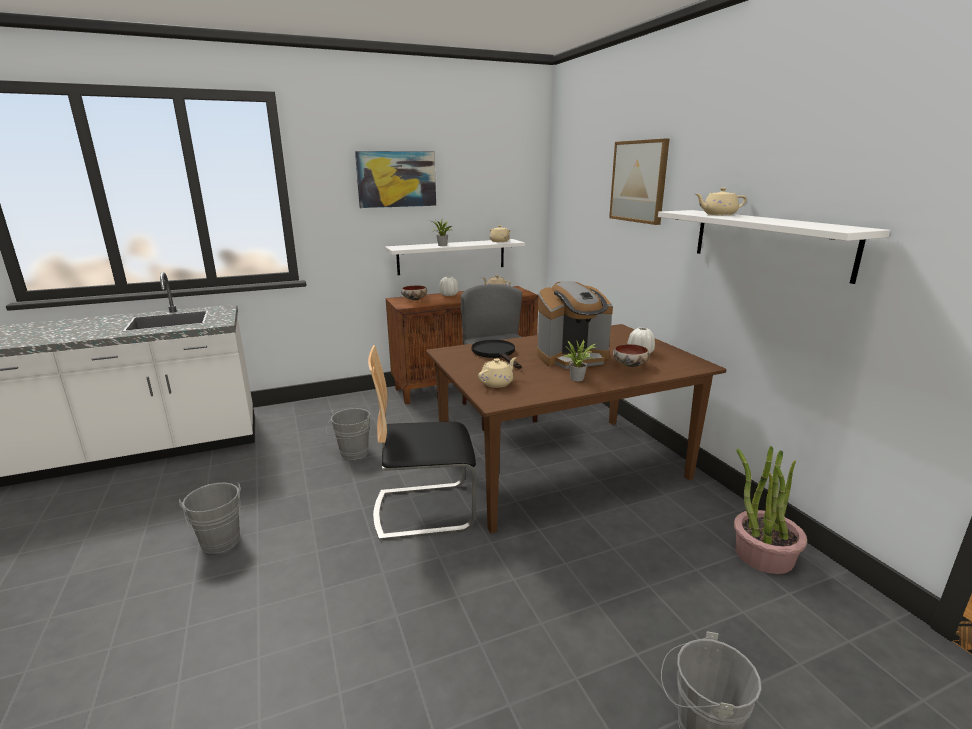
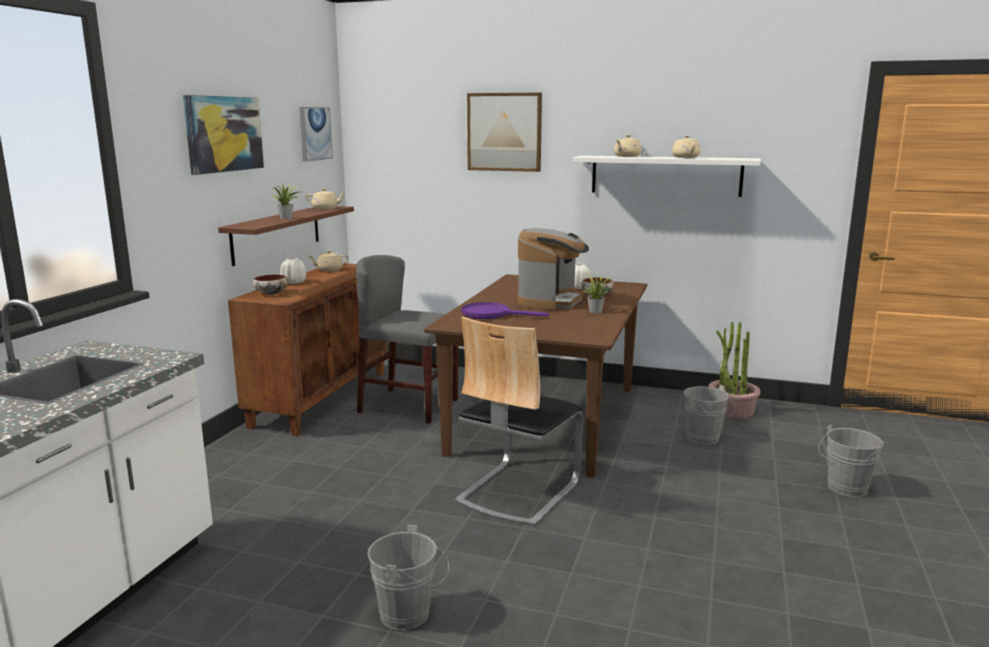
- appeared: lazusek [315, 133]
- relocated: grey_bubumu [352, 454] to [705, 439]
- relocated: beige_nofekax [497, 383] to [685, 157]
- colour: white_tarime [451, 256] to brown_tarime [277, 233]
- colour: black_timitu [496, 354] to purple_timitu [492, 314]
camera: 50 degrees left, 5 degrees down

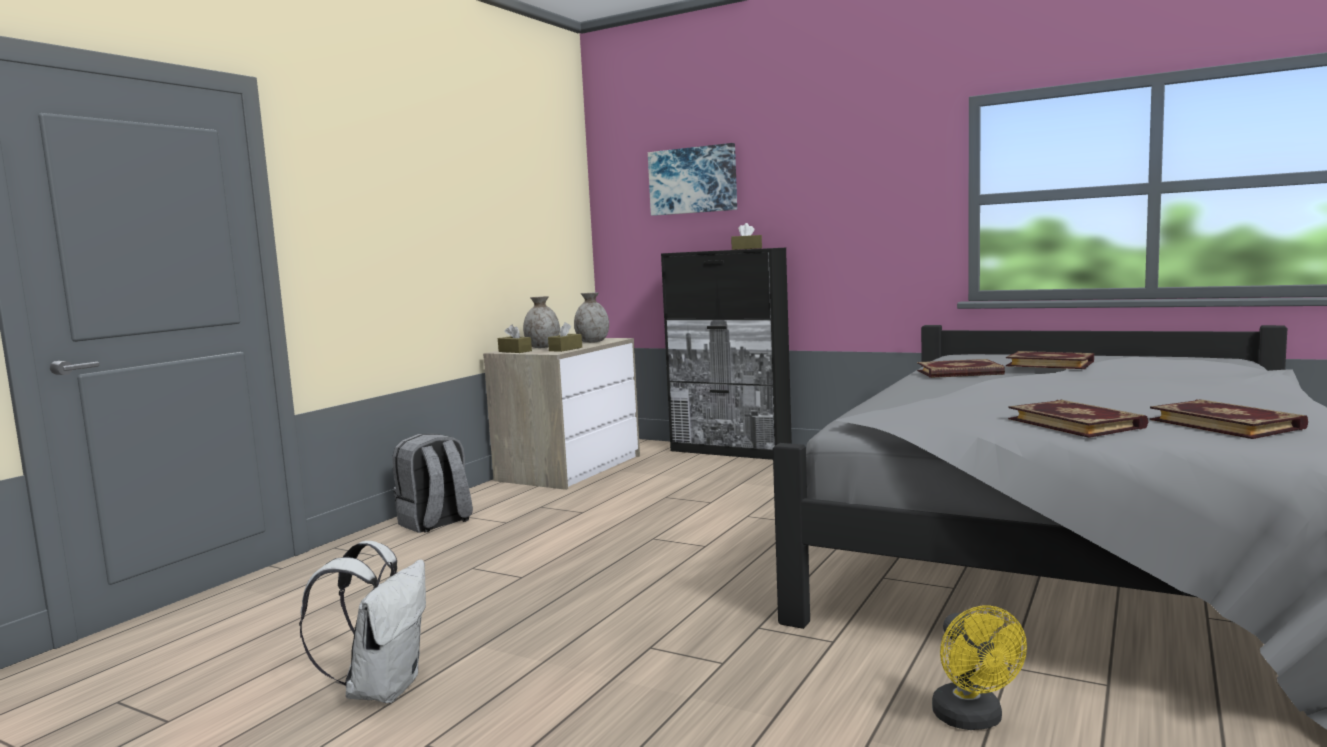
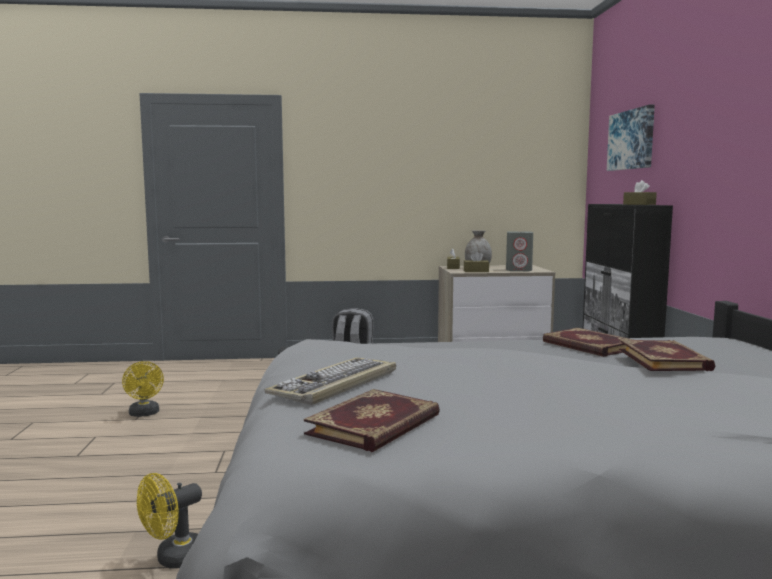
- exchanged: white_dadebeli [382, 688] to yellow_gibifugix [144, 414]
- exchanged: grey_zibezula [592, 342] to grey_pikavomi [519, 270]
- exchanged: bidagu [1076, 423] to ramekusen [335, 384]
camera: 55 degrees right, 0 degrees up

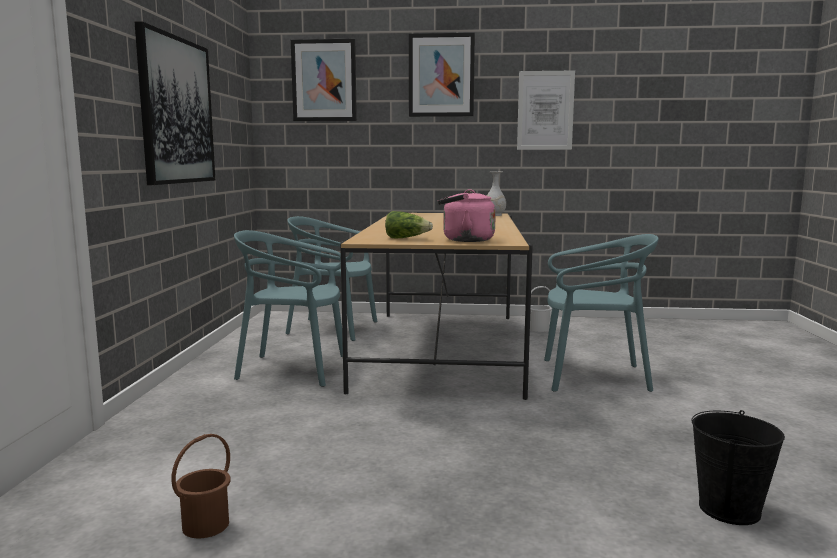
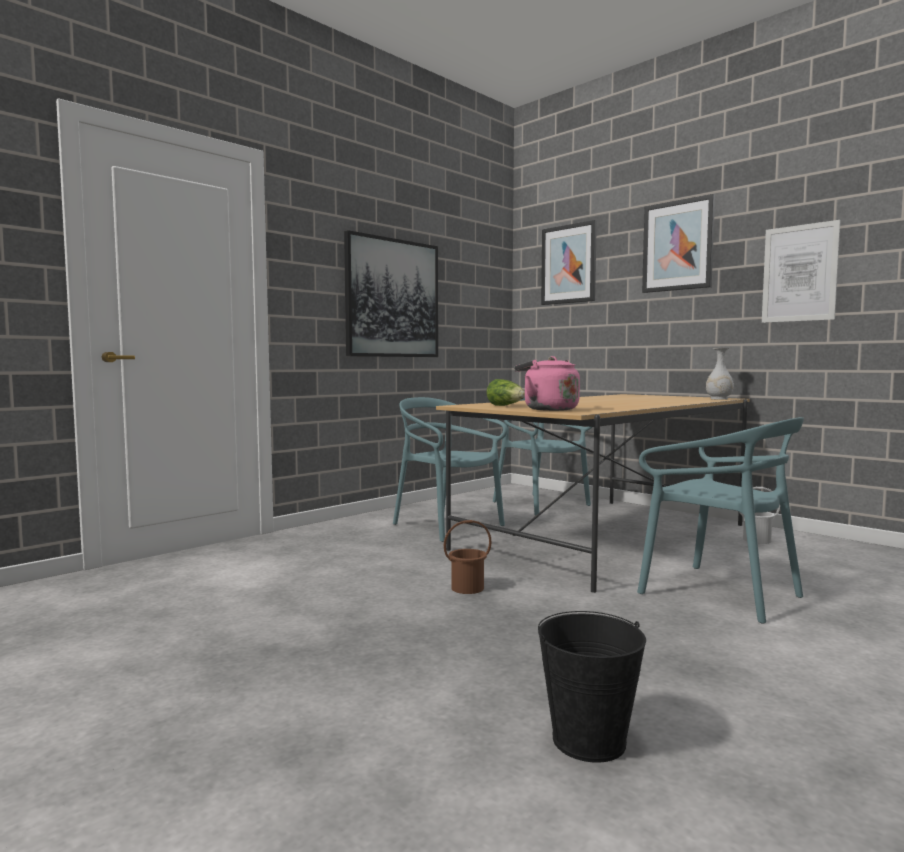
- relocated: brown_bubumu [206, 525] to [468, 588]
camera: 40 degrees right, 5 degrees down

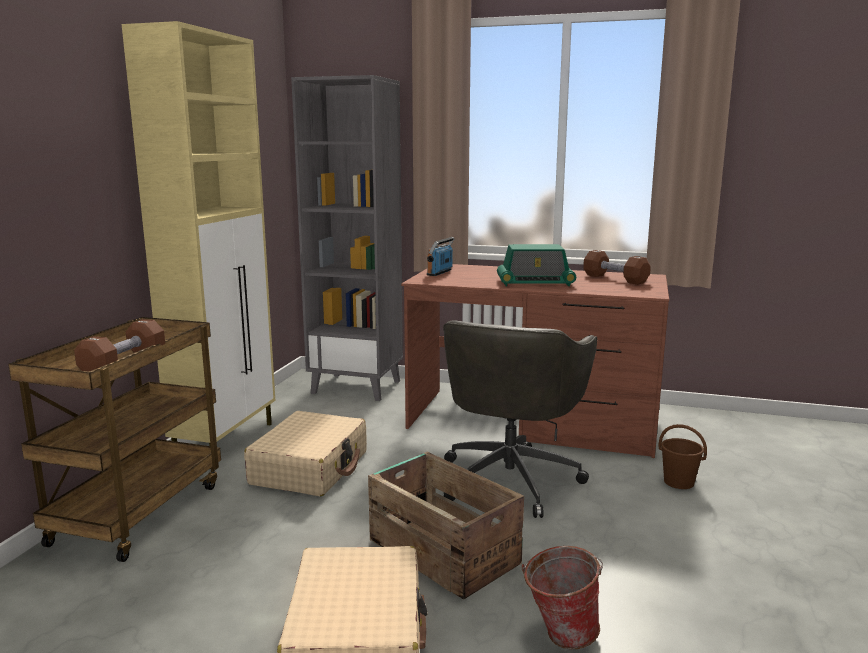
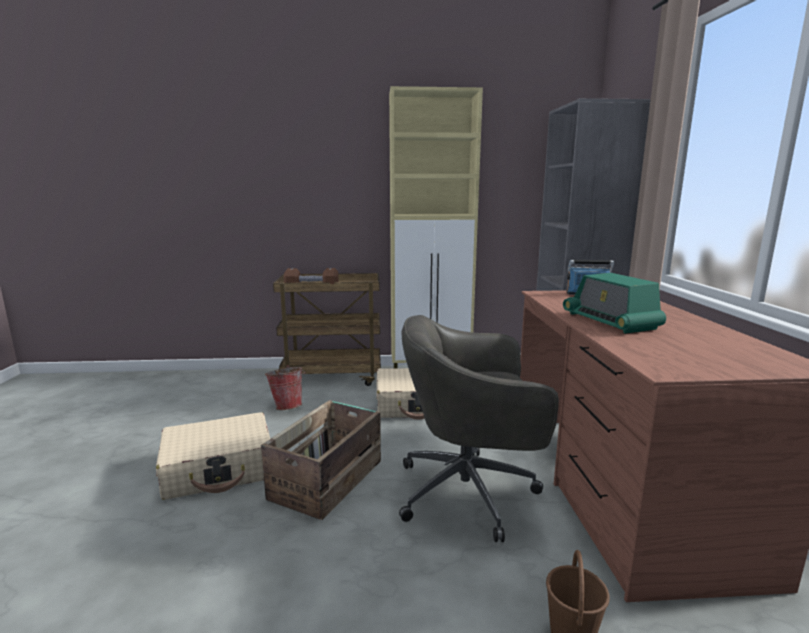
- missing: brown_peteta [615, 279]
- relocated: bubumu [559, 635] to [288, 406]
camera: 70 degrees right, 0 degrees up

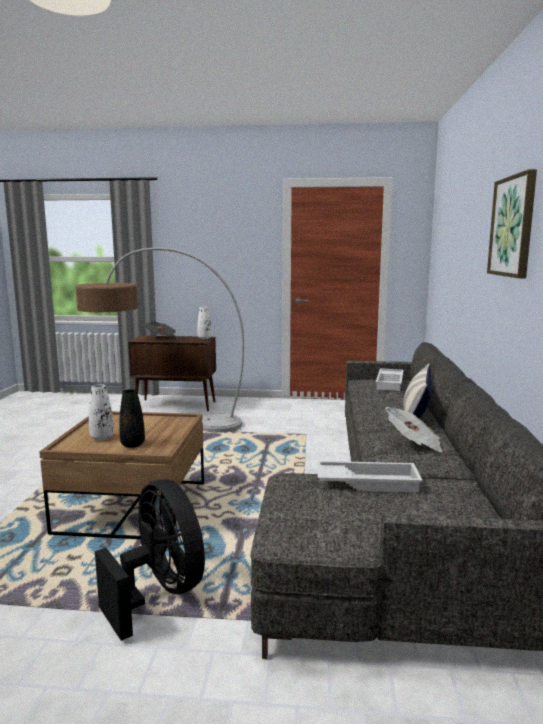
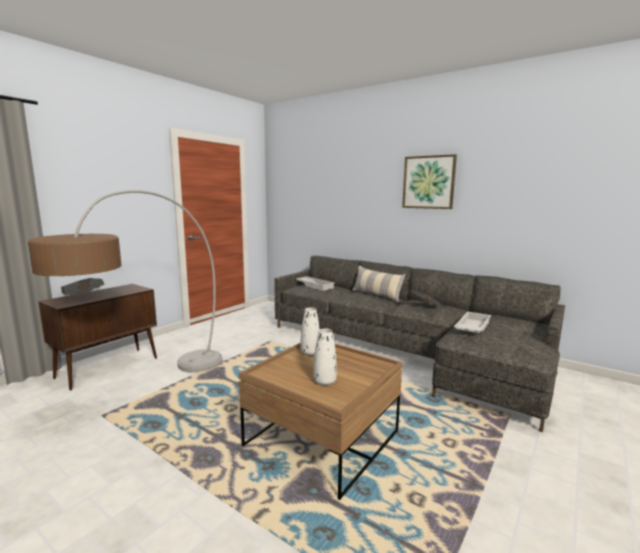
- missing: black_gibifugix [159, 592]
- missing: black_zibezula [132, 444]
- relocated: white_zibezula [204, 338] to [310, 352]
camera: 60 degrees left, 0 degrees up

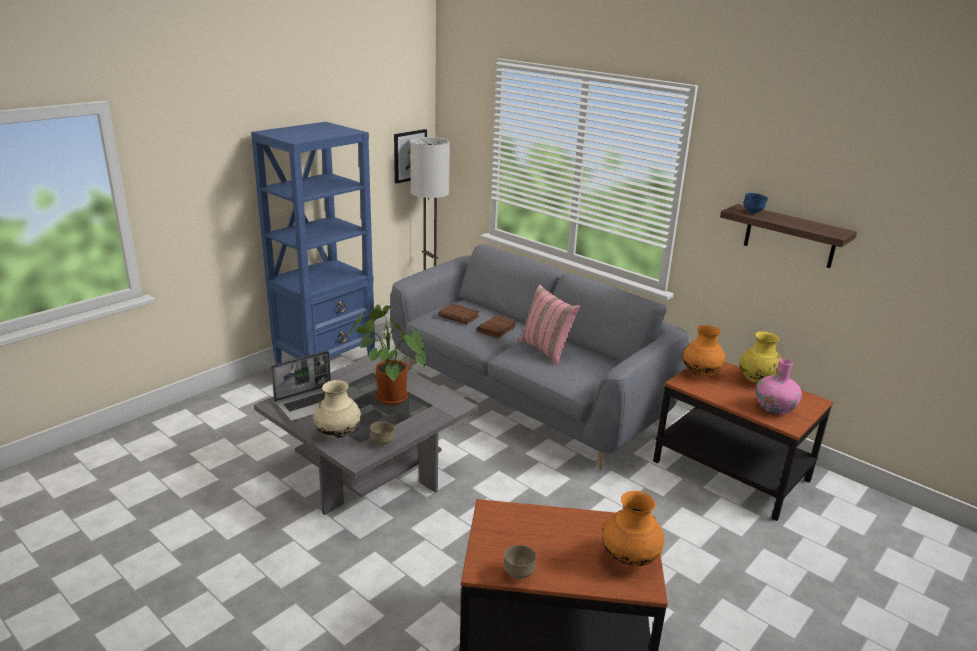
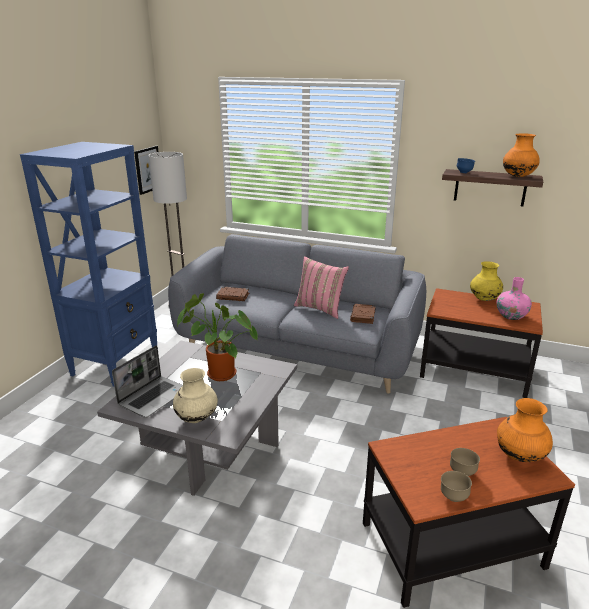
- relocated: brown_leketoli [382, 443] to [462, 472]
- relocated: brown_bidagu [496, 329] to [363, 316]
- relocated: orange_zibezula [701, 373] to [518, 176]
camera: 20 degrees left, 0 degrees up

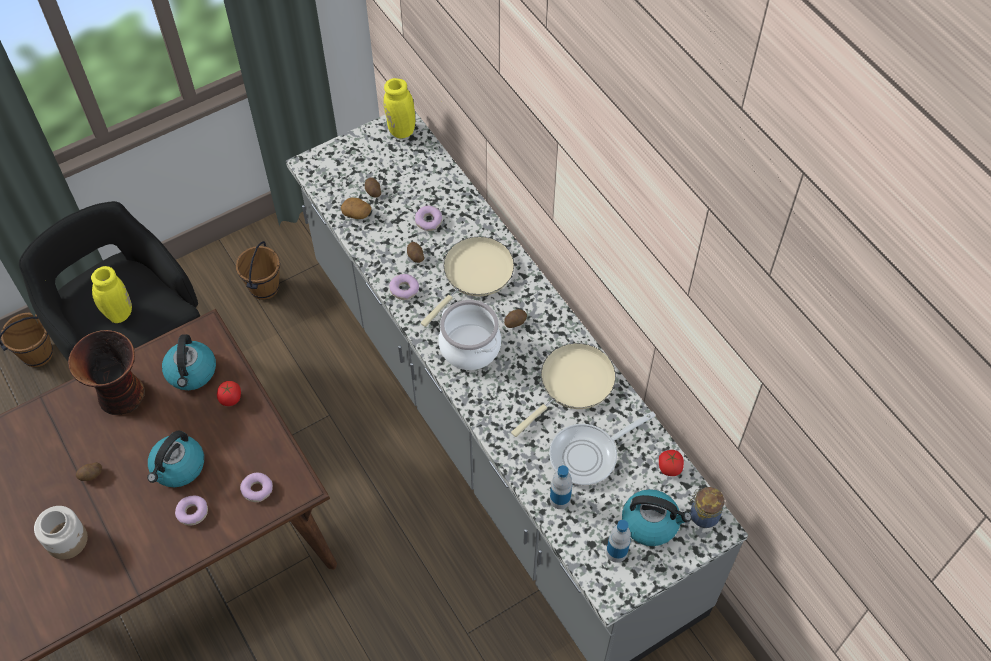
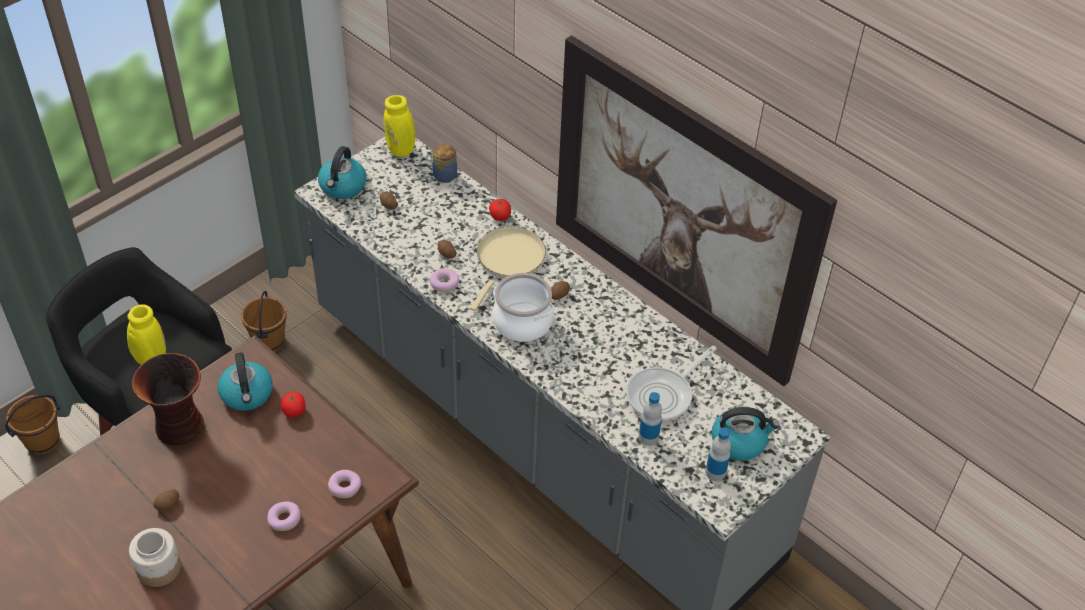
- missing: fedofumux [357, 213]
- missing: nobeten [428, 221]
- missing: beige_timitu [573, 383]
- appeared: lazusek [682, 211]
- relocated: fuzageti [178, 467] to [343, 187]
- relocated: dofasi [669, 468] to [500, 216]
- relocated: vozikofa [703, 515] to [444, 175]
camera: 15 degrees left, 10 degrees down

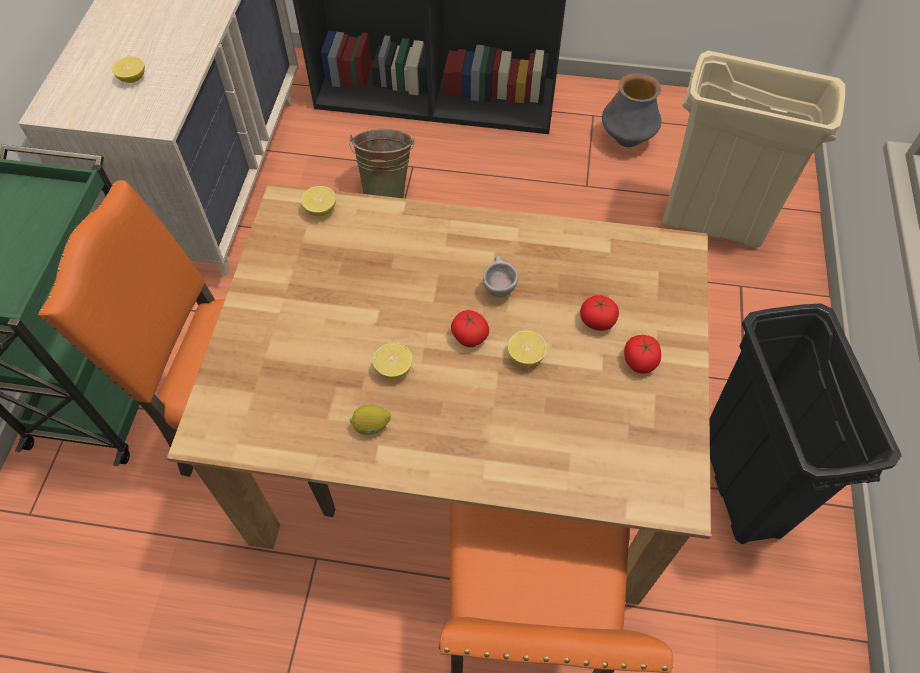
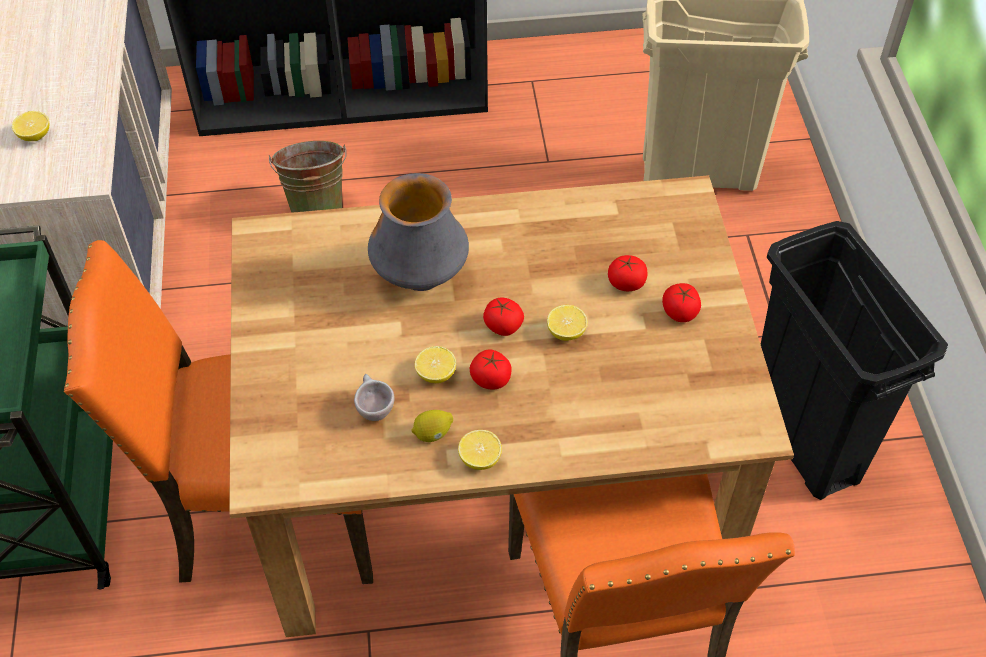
- appeared: dofasi [491, 379]
- relocated: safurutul [320, 209] to [480, 458]
- relocated: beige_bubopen [498, 287] to [373, 409]
- relocated: zibezula [626, 140] to [420, 278]
camera: 15 degrees left, 5 degrees down

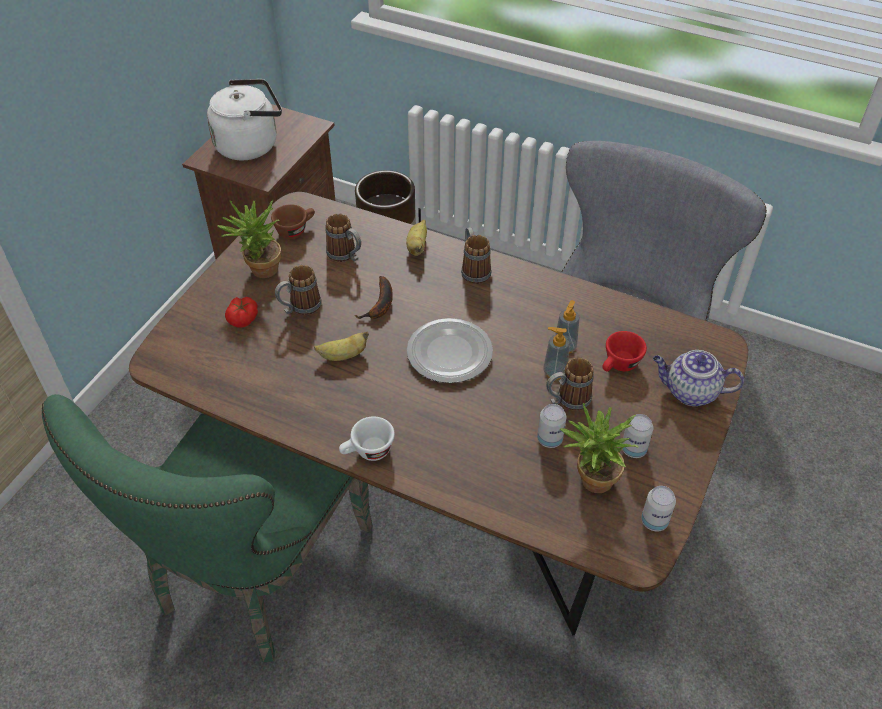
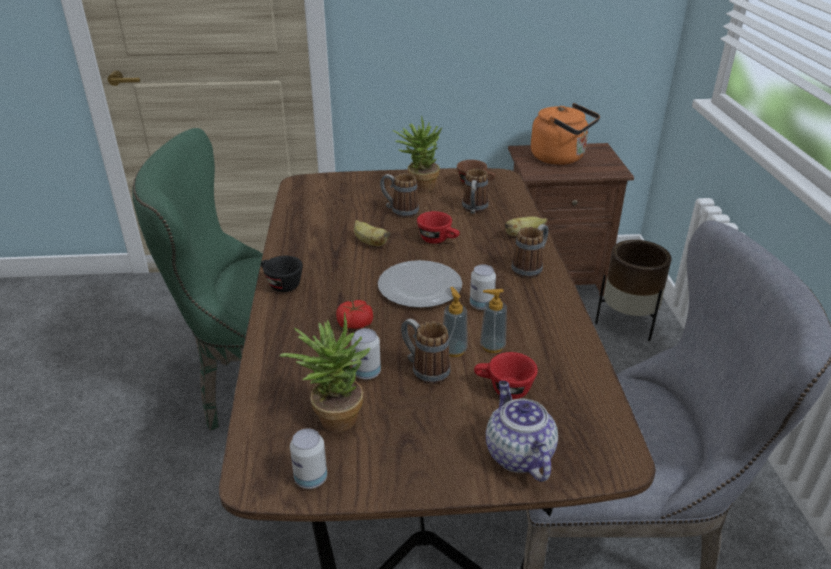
- relocated: dofasi [243, 318] to [355, 323]
- relocated: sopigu [633, 449] to [481, 305]
- exchanged: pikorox [380, 305] to red_bubopen [438, 240]
- colour: white_fuzageti [250, 144] to orange_fuzageti [561, 158]
- colour: white_bubopen [367, 452] to black_bubopen [280, 284]
camera: 60 degrees right, 15 degrees down

